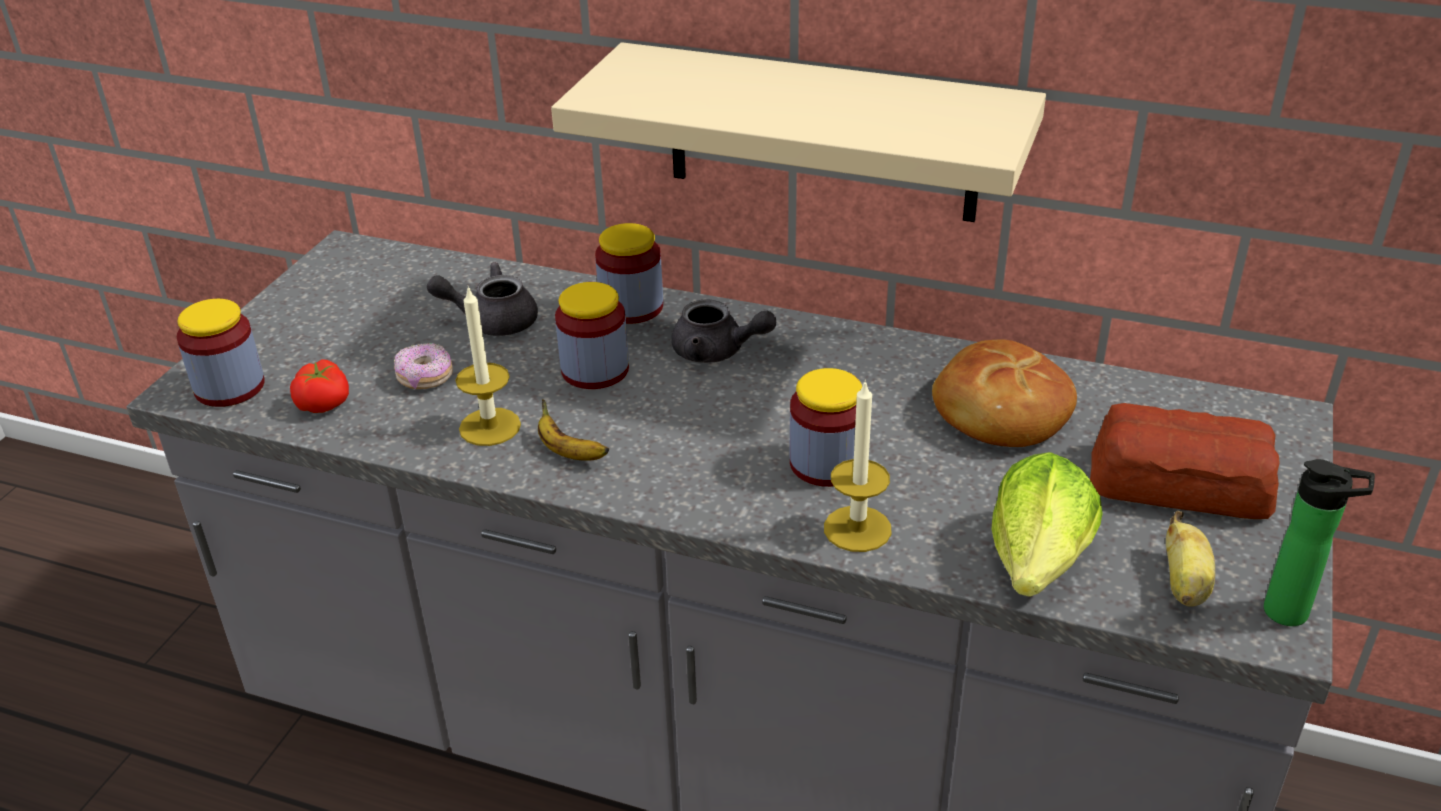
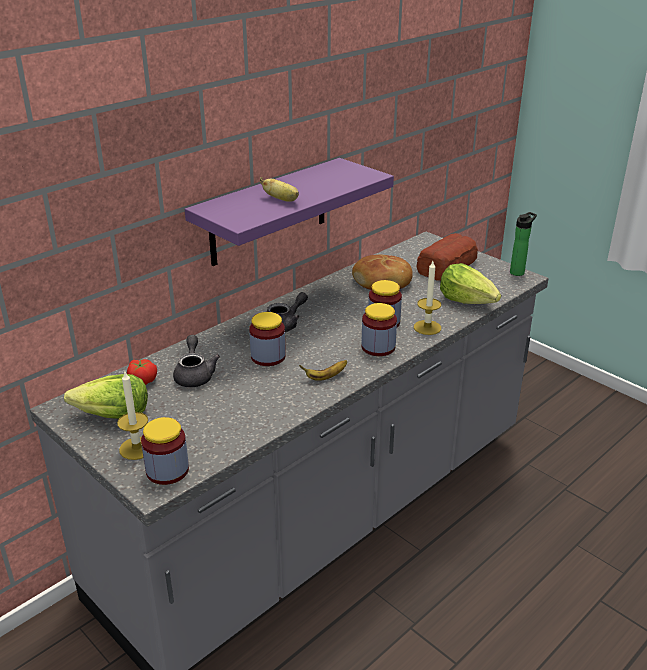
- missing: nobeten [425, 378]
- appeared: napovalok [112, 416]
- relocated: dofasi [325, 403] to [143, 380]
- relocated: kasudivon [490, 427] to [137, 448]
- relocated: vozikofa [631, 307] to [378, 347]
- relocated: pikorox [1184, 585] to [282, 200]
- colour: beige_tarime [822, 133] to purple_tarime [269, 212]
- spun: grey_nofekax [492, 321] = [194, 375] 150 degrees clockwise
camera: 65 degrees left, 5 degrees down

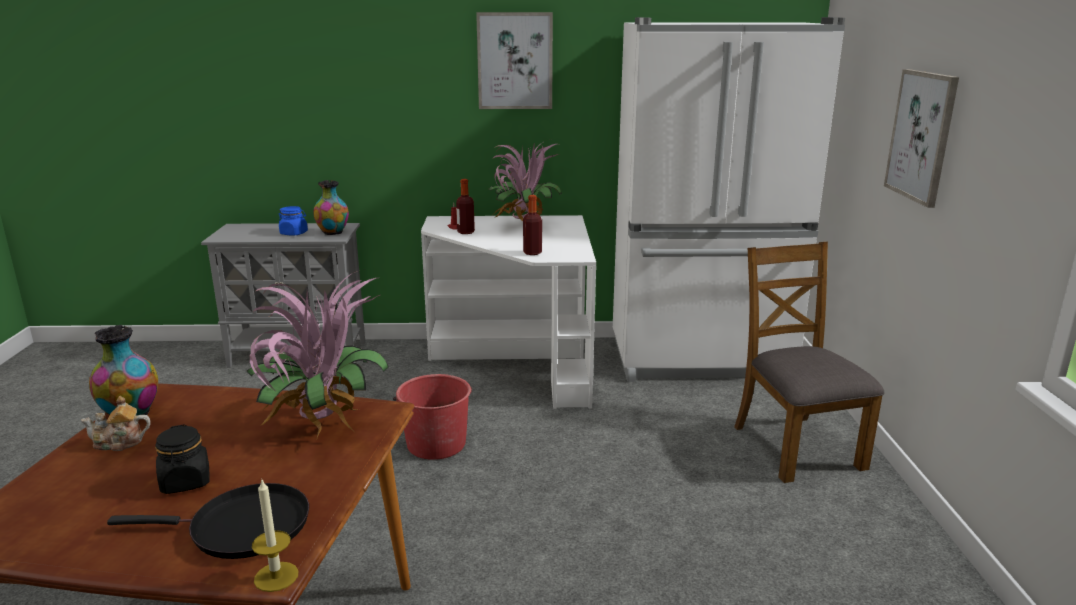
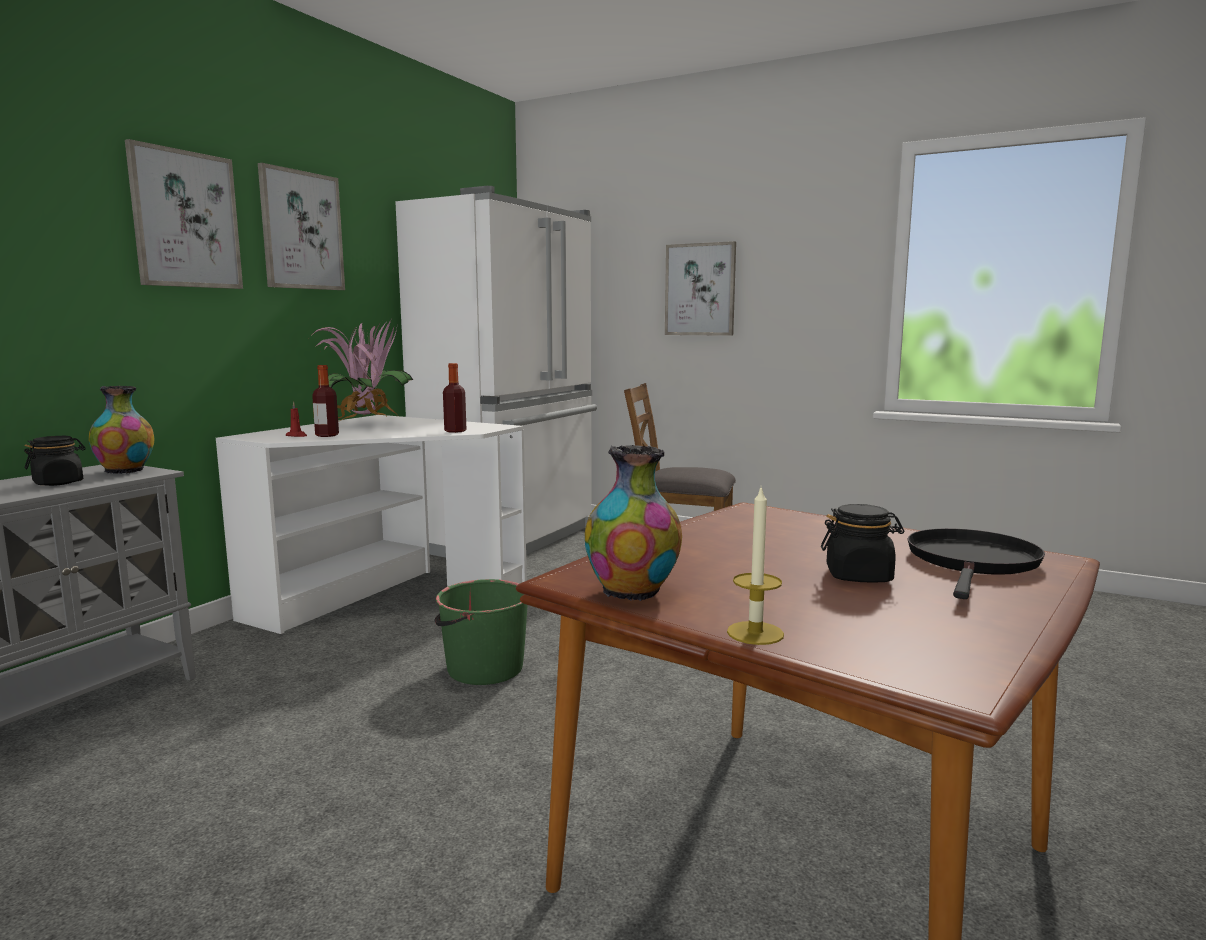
- missing: nofekax [119, 443]
- missing: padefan [321, 430]
- appeared: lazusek [185, 219]
- relocated: kasudivon [276, 576] to [755, 633]
- colour: blue_vozikofa [294, 233] to black_vozikofa [59, 483]
- colour: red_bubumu [436, 444] to green_bubumu [483, 669]
camera: 60 degrees left, 10 degrees down

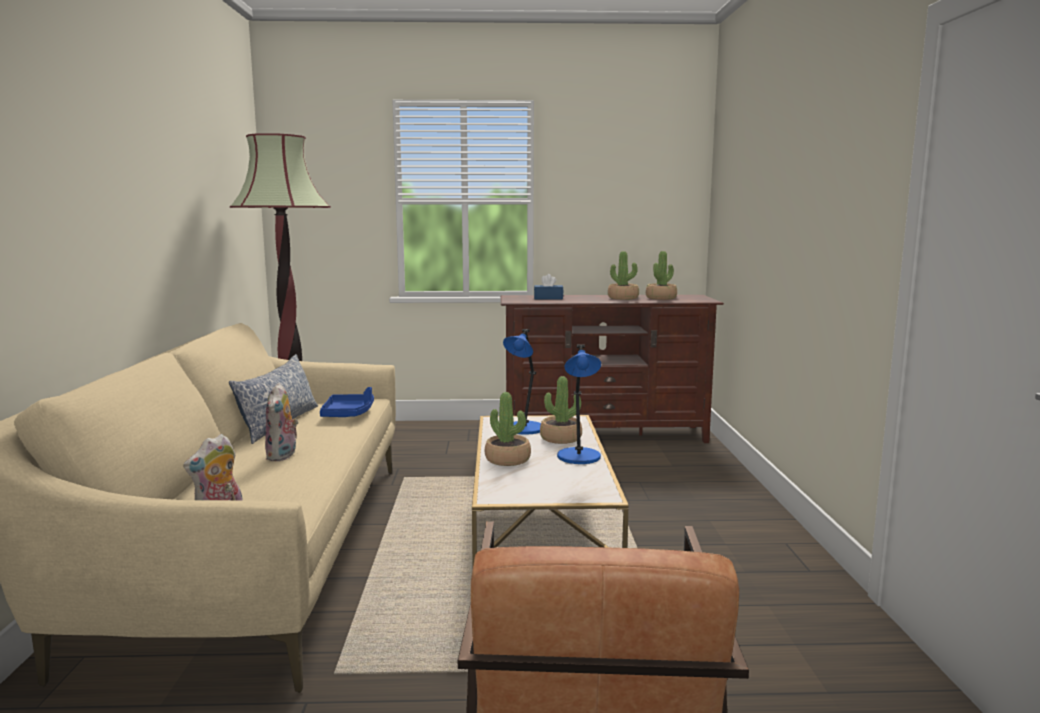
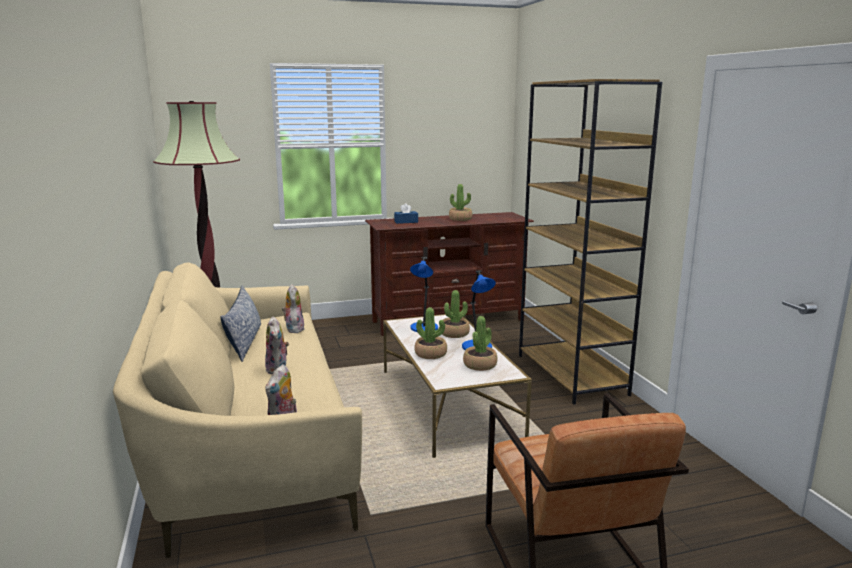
- appeared: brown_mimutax [572, 375]
- relocated: padefan [661, 298] to [480, 365]
- exchanged: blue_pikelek [348, 414] to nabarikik [293, 329]
camera: 15 degrees left, 5 degrees up

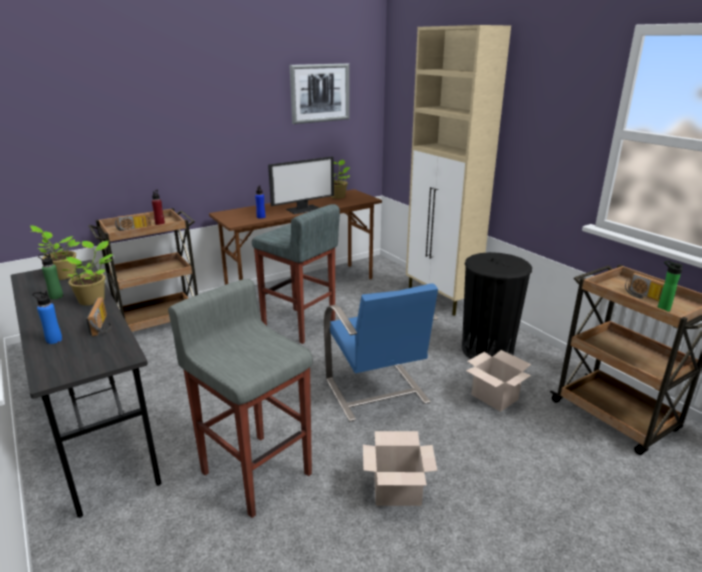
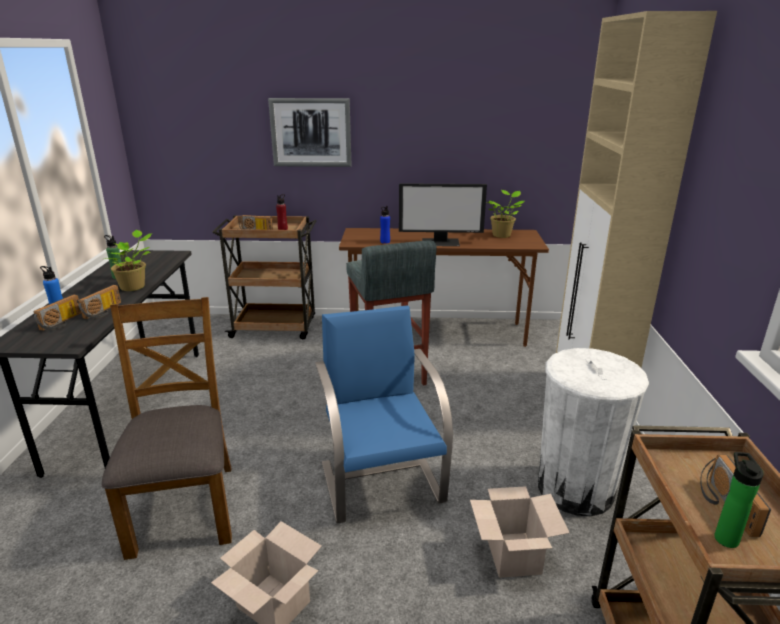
- missing: padefan [62, 275]
- appeared: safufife [62, 322]
- relocated: lazusek [320, 93] to [311, 132]
- exchanged: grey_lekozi [256, 471] to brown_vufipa [185, 507]
- colour: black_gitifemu [487, 350] to white_gitifemu [575, 488]
- spun: blue_vufipa [376, 392] = [381, 480] 150 degrees clockwise
camera: 35 degrees right, 0 degrees up

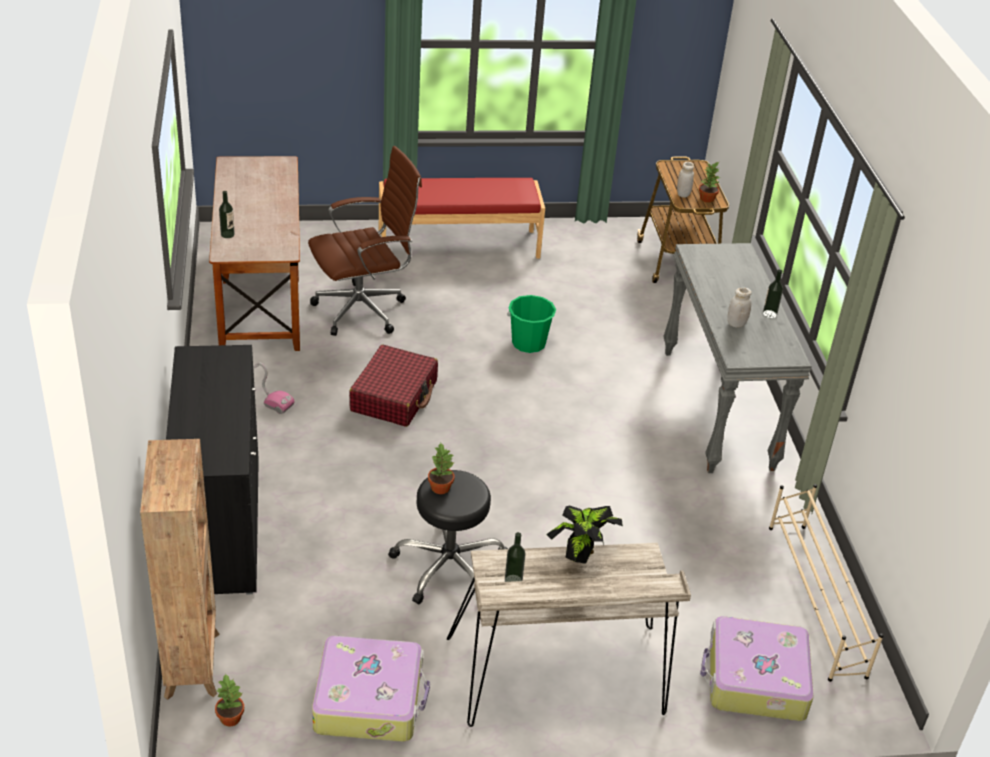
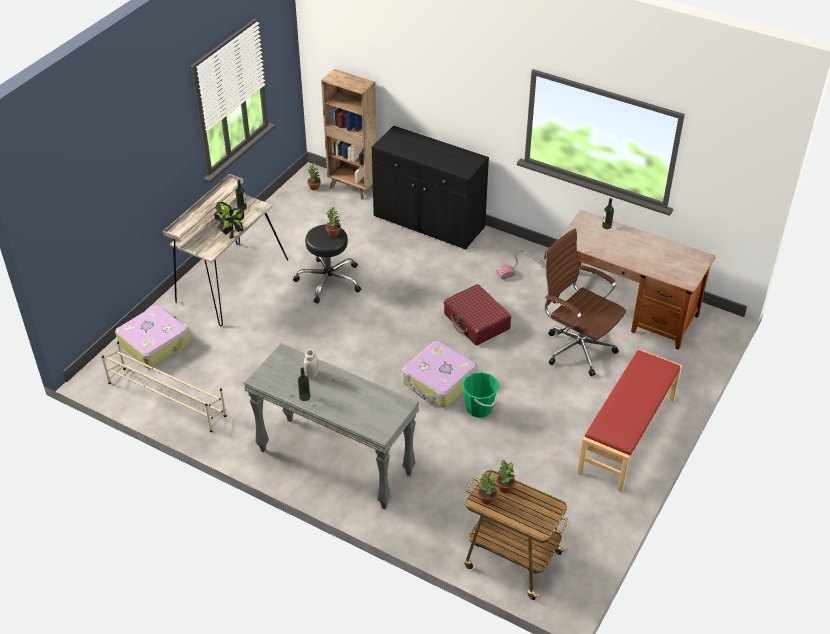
- relocated: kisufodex [369, 699] to [439, 382]
- exchanged: white_vozikofa [683, 194] to padefan [504, 487]
- spun: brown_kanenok [364, 310] = [576, 348] 120 degrees clockwise
camera: 130 degrees right, 5 degrees up

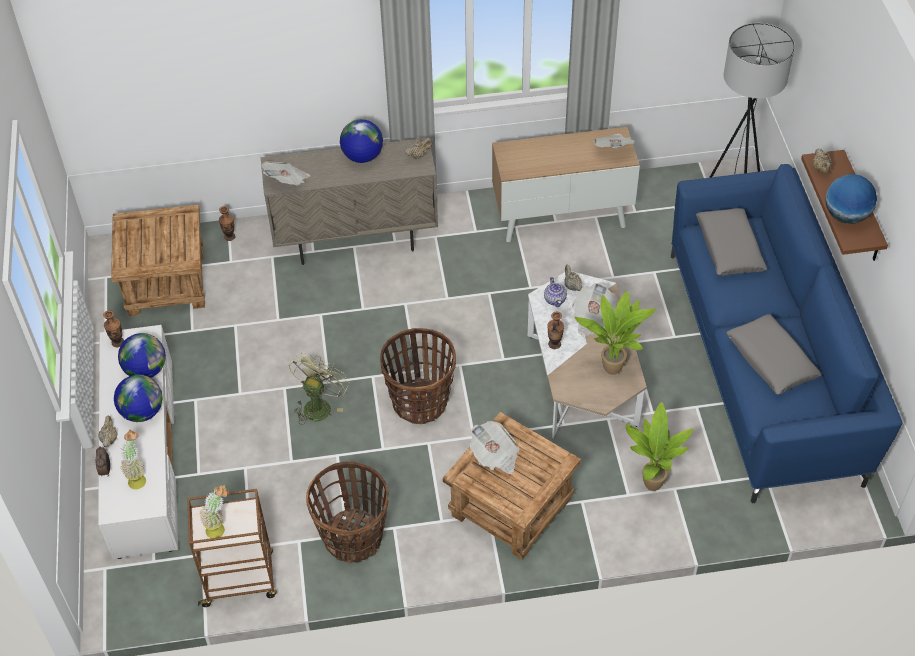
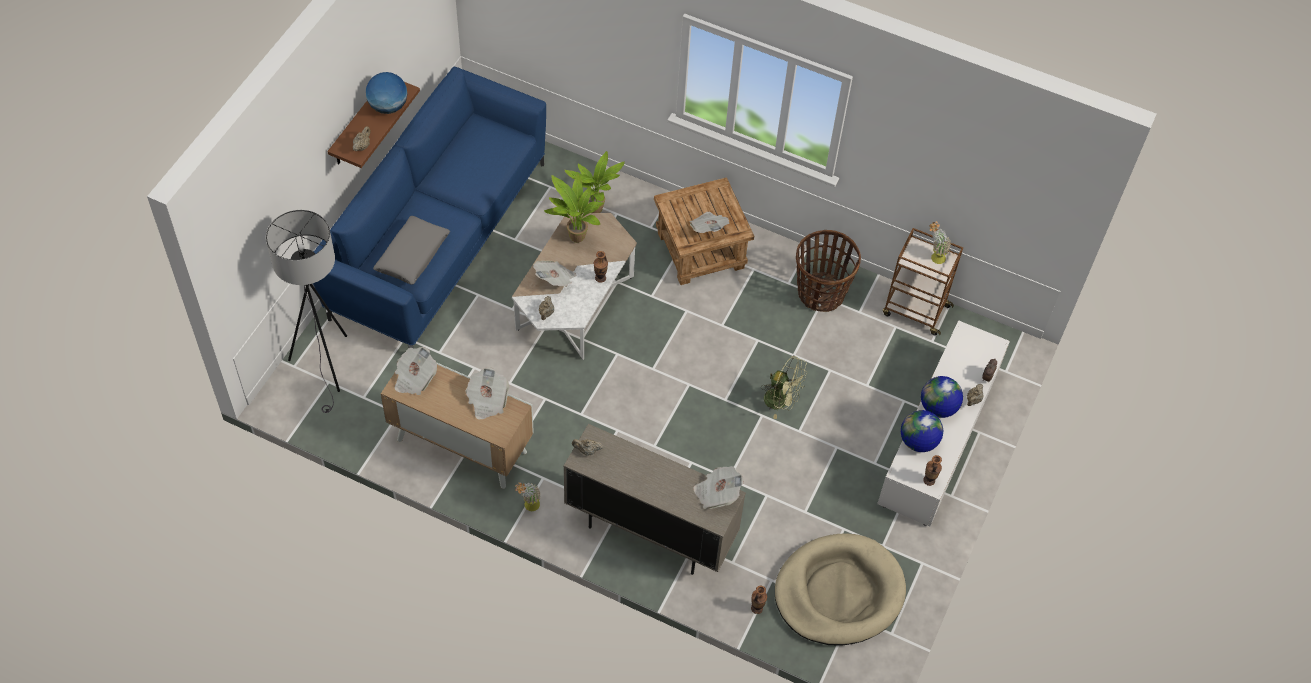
- missing: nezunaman [362, 156]
- missing: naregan [420, 401]
- missing: nofekax [555, 300]
- missing: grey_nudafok [771, 360]
- appeared: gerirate [487, 401]
- relocated: padefan [138, 477] to [529, 507]
- exchanged: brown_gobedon [167, 282] to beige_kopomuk [838, 592]
- spun: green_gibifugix [319, 405] = [781, 401] 120 degrees counterclockwise
camera: 150 degrees left, 5 degrees up

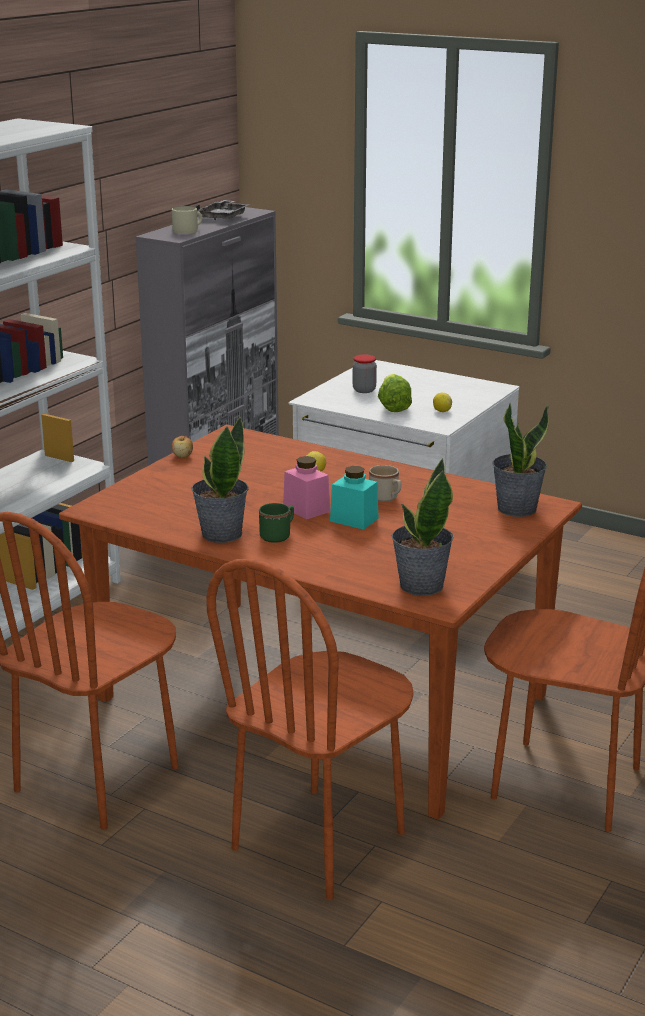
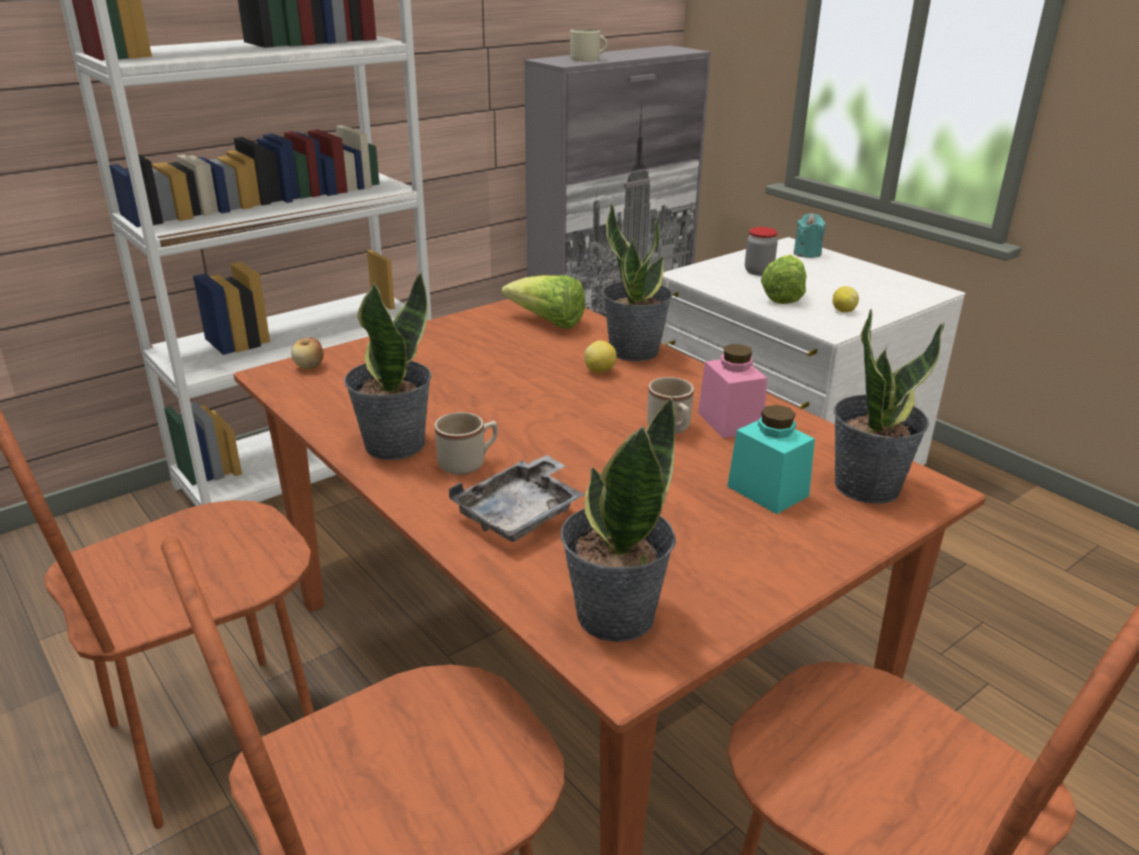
- appeared: napovalok [548, 323]
- appeared: padefan [634, 350]
- appeared: turquoise_kasudivon [807, 253]
- relocated: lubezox [182, 456] to [309, 366]
- relocated: grey_pikelek [224, 217] to [521, 513]
- relocated: pink_vozikofa [306, 509] to [730, 421]
- relocated: turquoise_vozikofa [354, 519] to [767, 491]
- colour: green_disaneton [278, 535] to beige_disaneton [468, 463]
camera: 20 degrees right, 5 degrees up

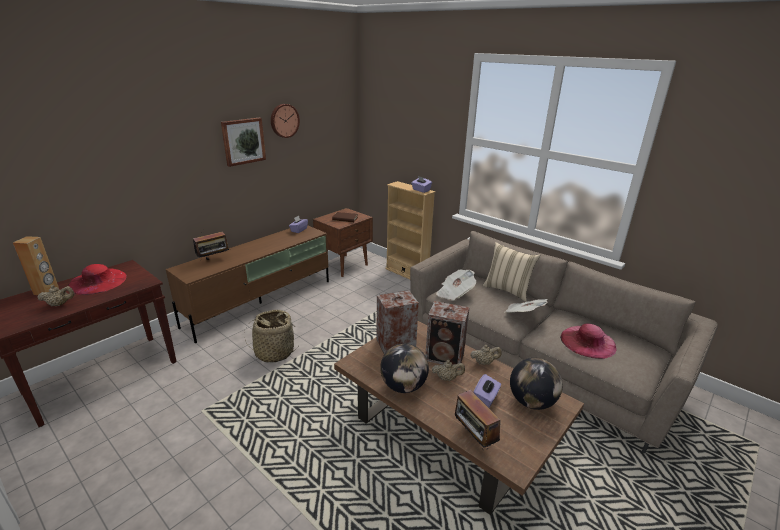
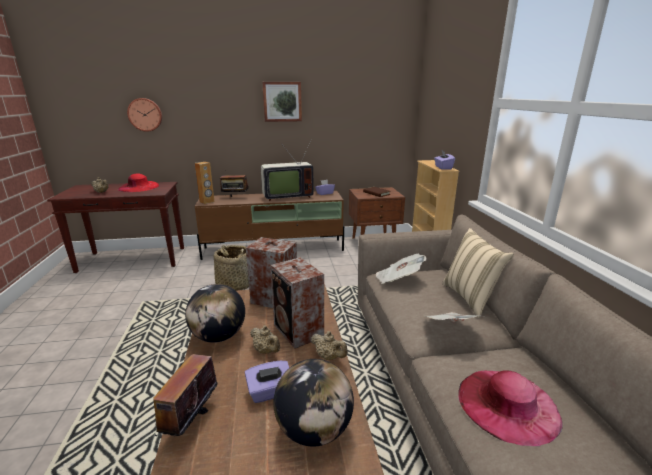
- appeared: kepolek [286, 196]
- relocated: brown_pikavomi [46, 291] to [207, 202]
- relocated: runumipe [284, 120] to [145, 114]
camera: 40 degrees right, 5 degrees down

